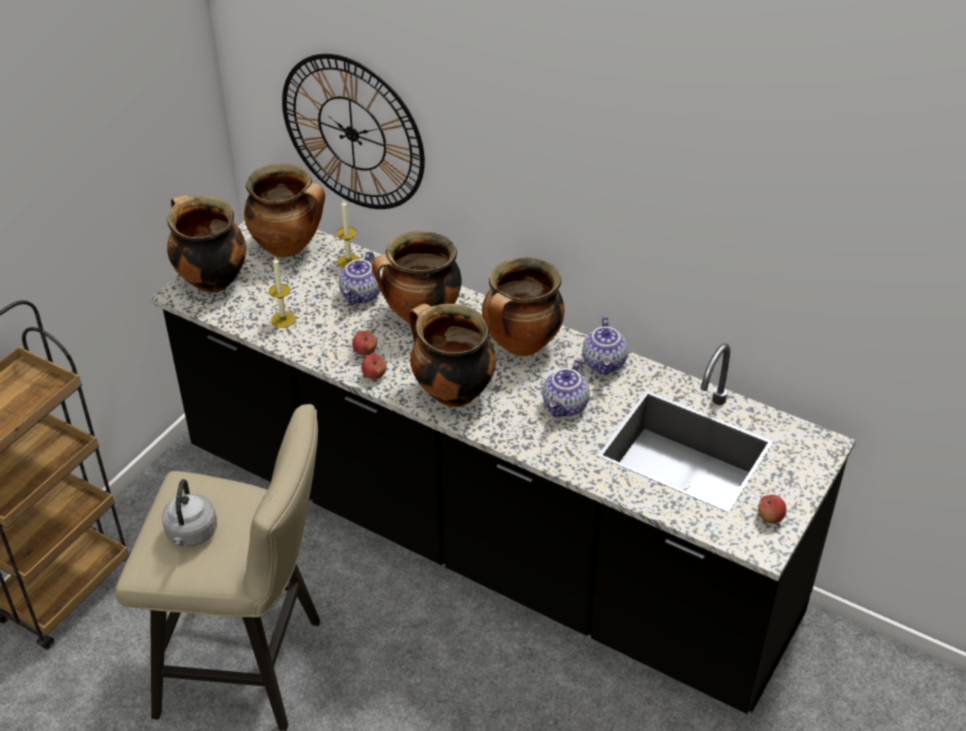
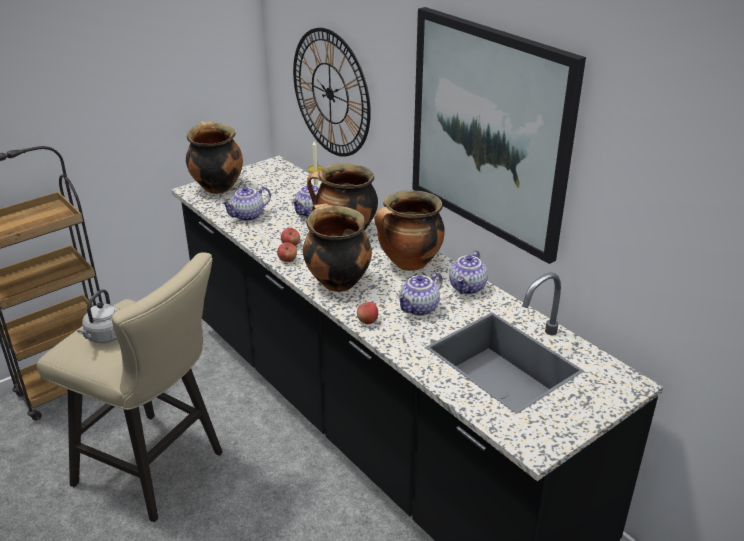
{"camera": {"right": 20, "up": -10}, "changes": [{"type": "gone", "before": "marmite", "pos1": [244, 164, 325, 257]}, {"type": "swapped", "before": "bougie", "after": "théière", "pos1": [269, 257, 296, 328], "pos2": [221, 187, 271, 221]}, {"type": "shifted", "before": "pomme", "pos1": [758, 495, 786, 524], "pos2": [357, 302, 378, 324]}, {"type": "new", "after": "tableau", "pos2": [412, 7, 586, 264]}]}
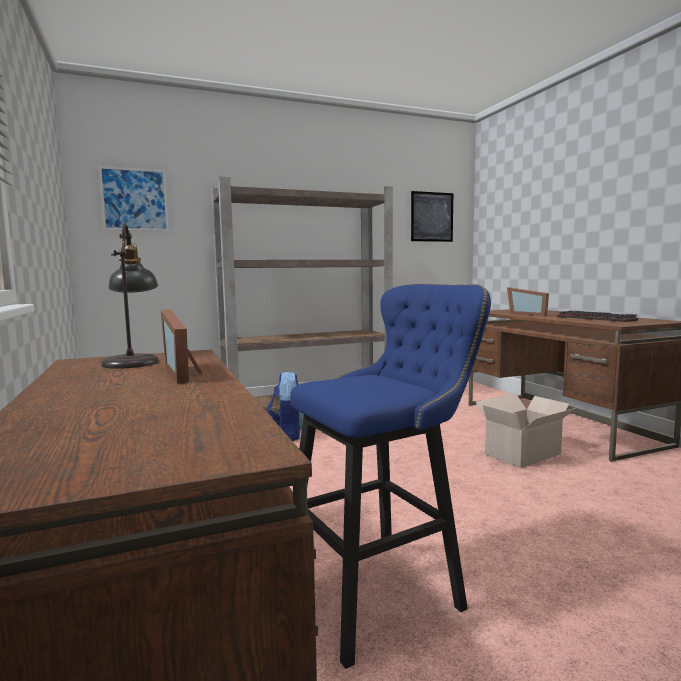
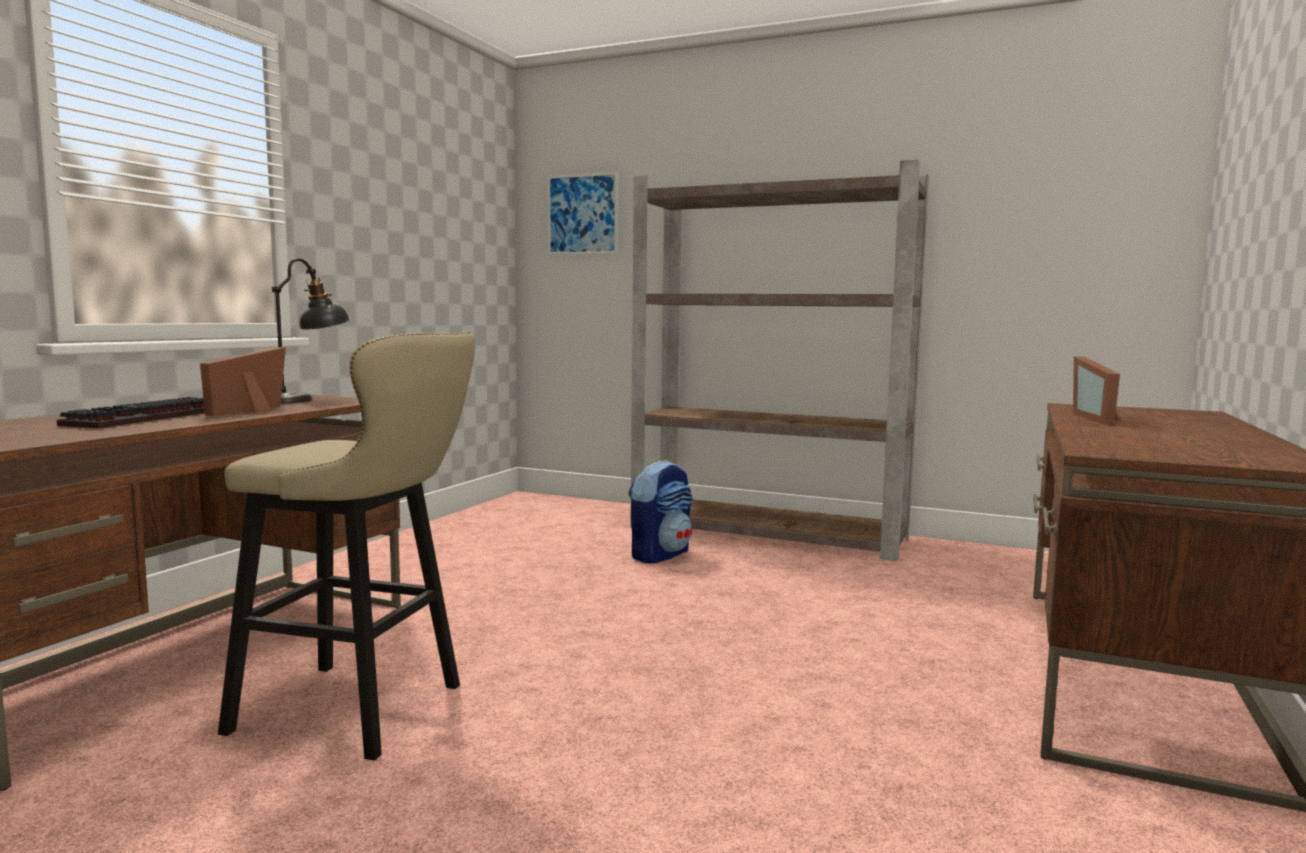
{"camera": {"right": 45, "up": 0}, "changes": [{"type": "repainted", "before": "tabouret [bleu]", "after": "tabouret [beige]", "pos1": [290, 284, 491, 669], "pos2": [218, 332, 475, 761]}, {"type": "gone", "before": "tableau", "pos1": [411, 191, 453, 242]}, {"type": "gone", "before": "carton", "pos1": [476, 393, 576, 468]}, {"type": "shifted", "before": "clavier", "pos1": [557, 311, 638, 322], "pos2": [57, 397, 205, 428]}]}
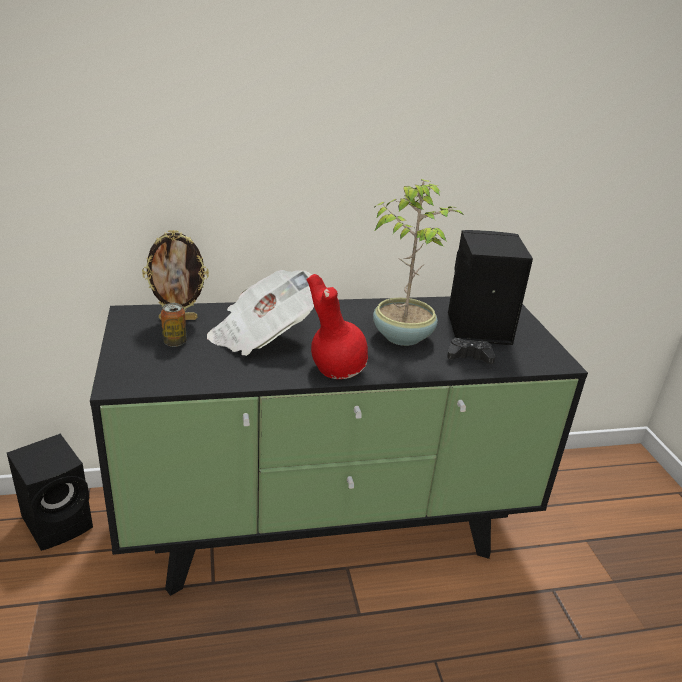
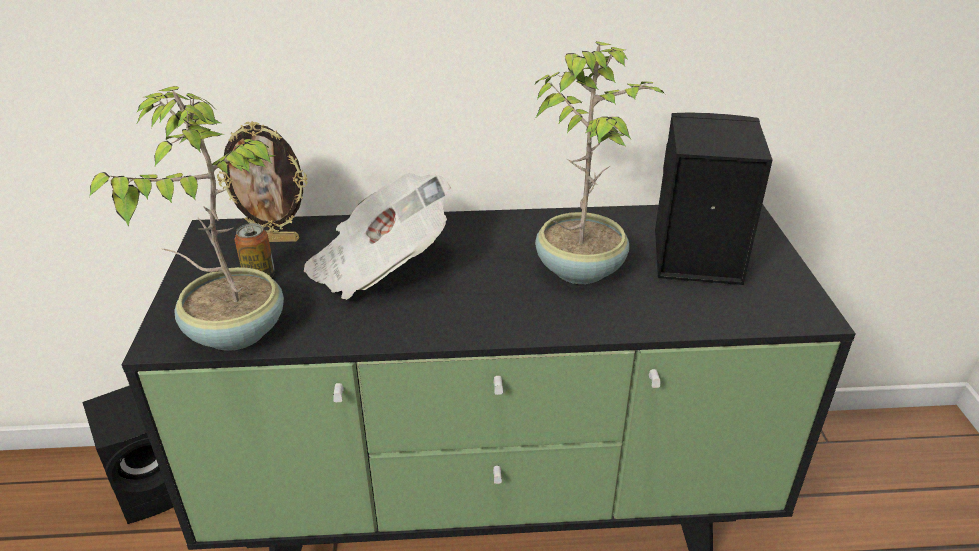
{"camera": {"right": 10, "up": 5}, "changes": [{"type": "gone", "before": "vase [rouge]", "pos1": [307, 274, 368, 379]}, {"type": "gone", "before": "manette [noir]", "pos1": [447, 338, 495, 364]}, {"type": "new", "after": "plante en pot", "pos2": [89, 86, 284, 351]}]}
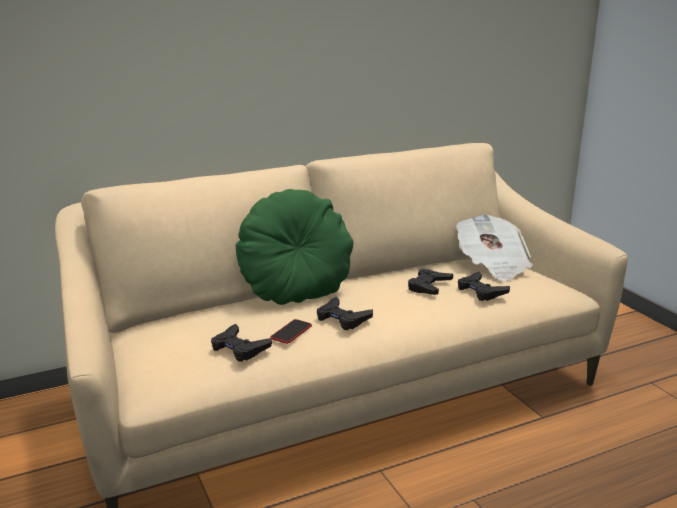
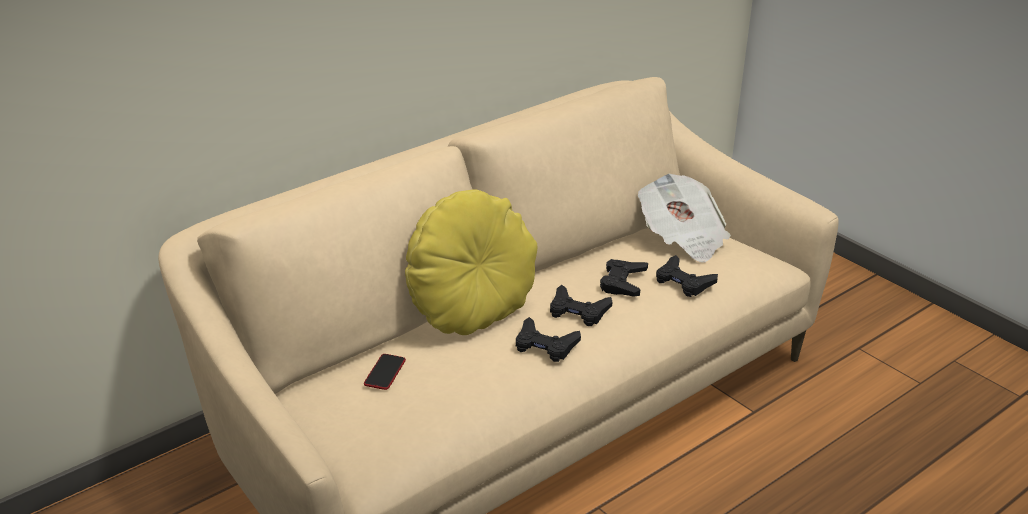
{"camera": {"right": -15, "up": 10}, "changes": [{"type": "shifted", "before": "manette [noir]", "pos1": [211, 324, 272, 362], "pos2": [550, 285, 612, 326]}, {"type": "repainted", "before": "coussin [vert]", "after": "coussin [jaune]", "pos1": [236, 189, 353, 305], "pos2": [405, 189, 537, 335]}, {"type": "shifted", "before": "téléphone", "pos1": [270, 319, 312, 344], "pos2": [364, 354, 406, 390]}]}
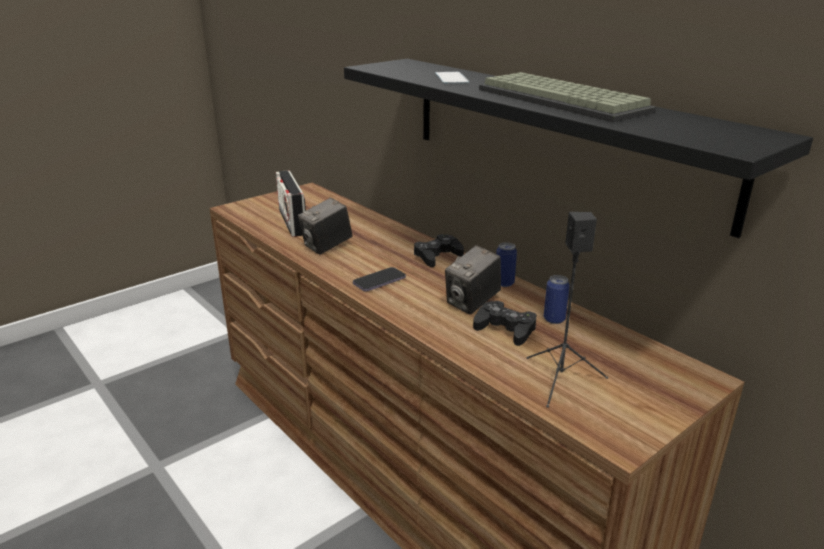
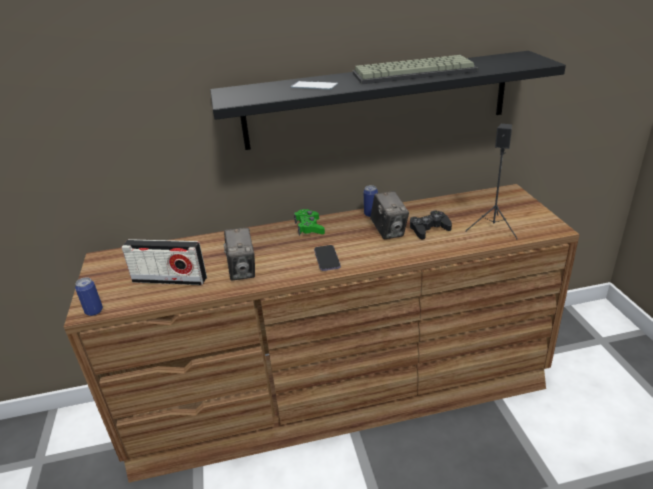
{"camera": {"right": -60, "up": 5}, "changes": [{"type": "repainted", "before": "manette [noir]", "after": "manette [vert]", "pos1": [414, 234, 464, 267], "pos2": [294, 209, 325, 236]}, {"type": "shifted", "before": "boîte métallique", "pos1": [544, 275, 570, 324], "pos2": [75, 277, 103, 316]}]}
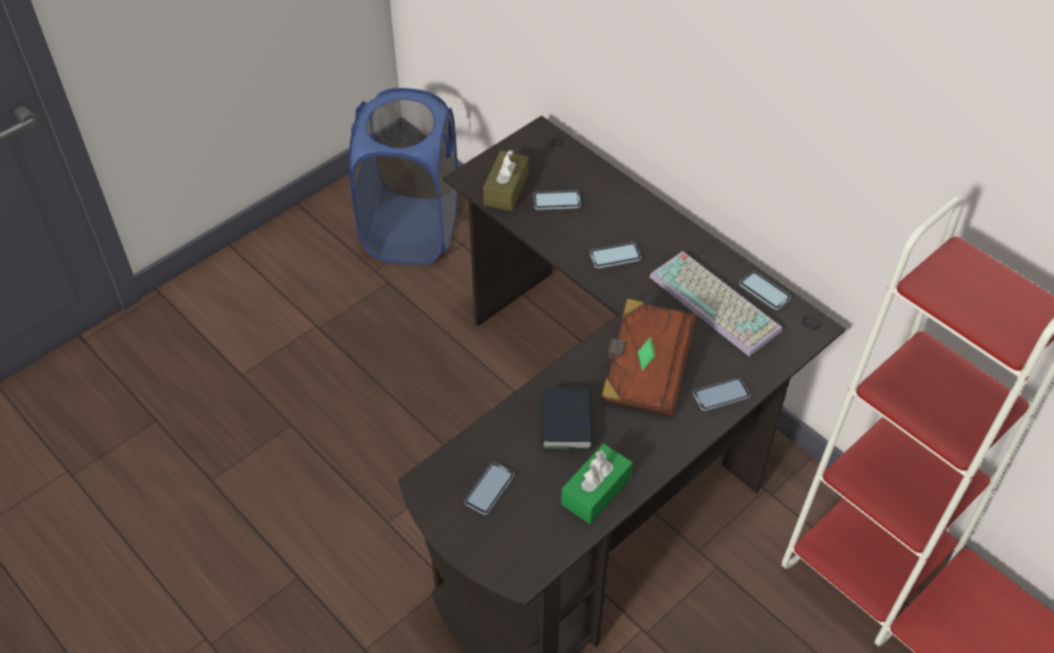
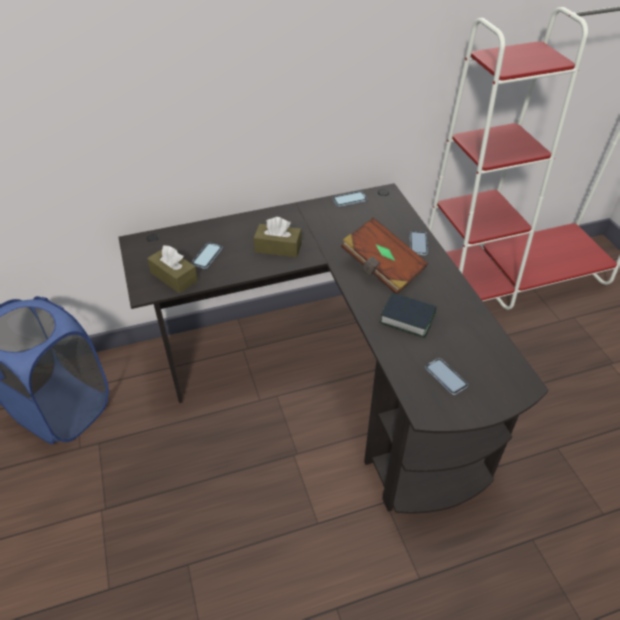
{"camera": {"right": -65, "up": -5}, "changes": [{"type": "gone", "before": "boîte à mouchoirs [vert]", "pos1": [561, 444, 633, 524]}, {"type": "swapped", "before": "téléphone", "after": "boîte à mouchoirs [marron]", "pos1": [590, 242, 641, 268], "pos2": [254, 217, 302, 258]}, {"type": "gone", "before": "clavier", "pos1": [650, 251, 782, 356]}]}
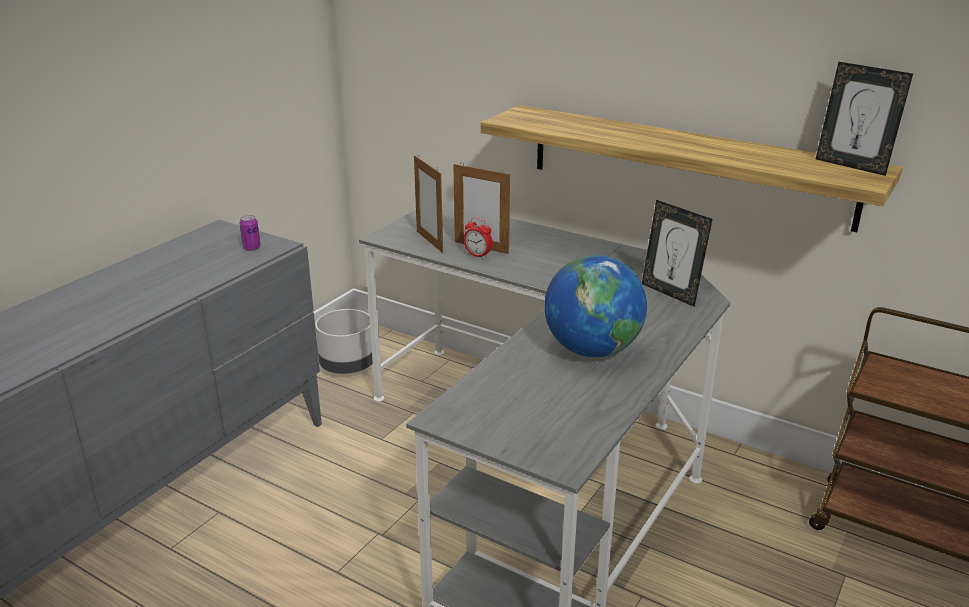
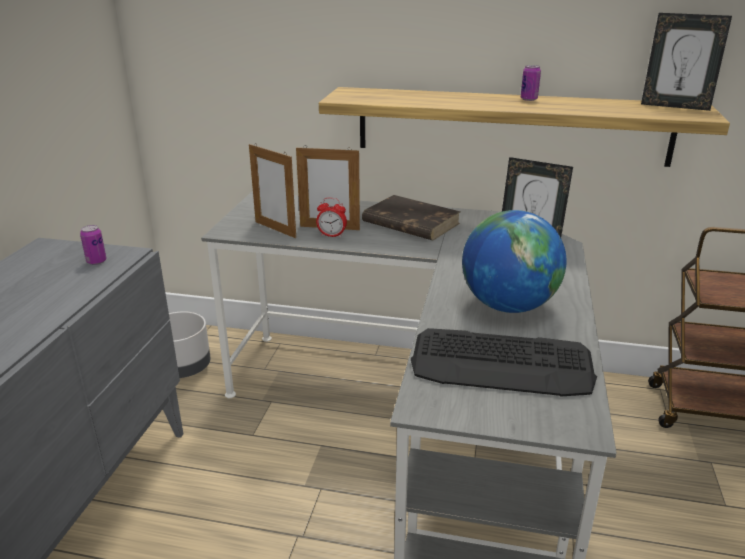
{"camera": {"right": -20, "up": 0}, "changes": [{"type": "new", "after": "livre [marron]", "pos2": [362, 195, 461, 241]}, {"type": "new", "after": "clavier", "pos2": [411, 328, 597, 396]}, {"type": "new", "after": "boîte métallique", "pos2": [521, 65, 541, 101]}]}
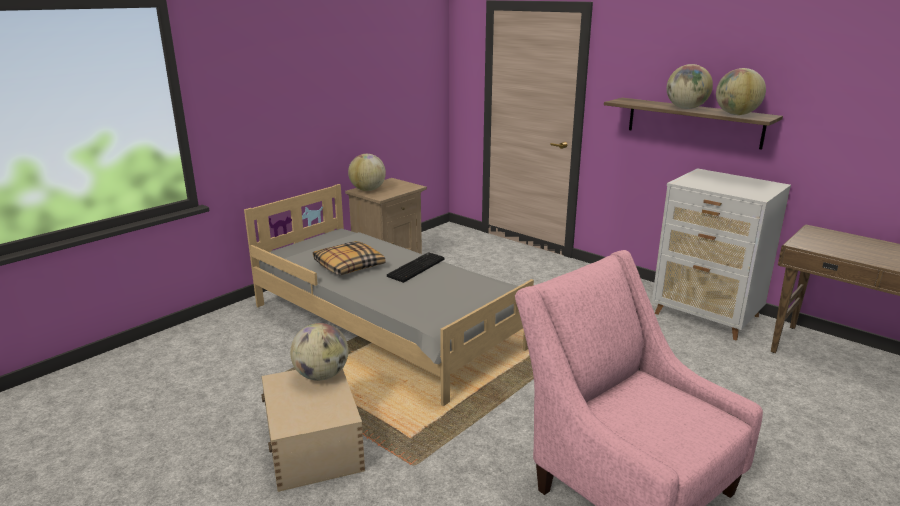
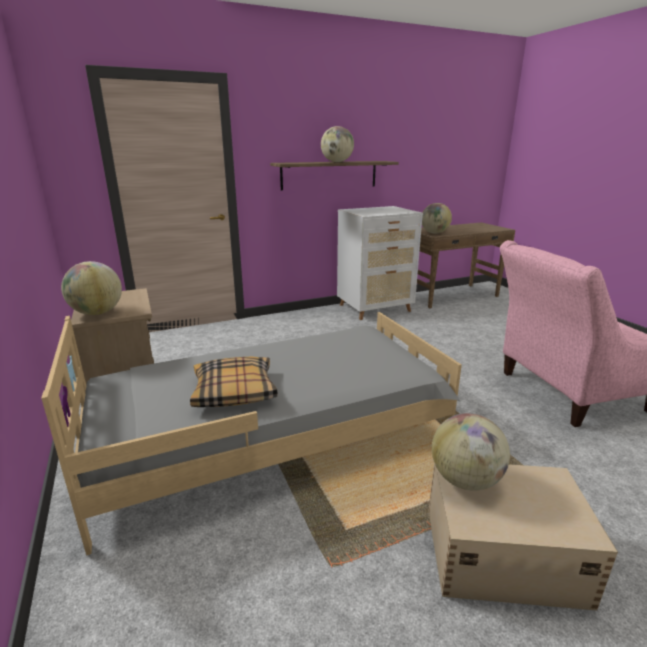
{"camera": {"right": -65, "up": 0}, "changes": [{"type": "gone", "before": "clavier", "pos1": [387, 252, 444, 283]}, {"type": "shifted", "before": "globe", "pos1": [716, 68, 766, 115], "pos2": [422, 203, 452, 234]}]}
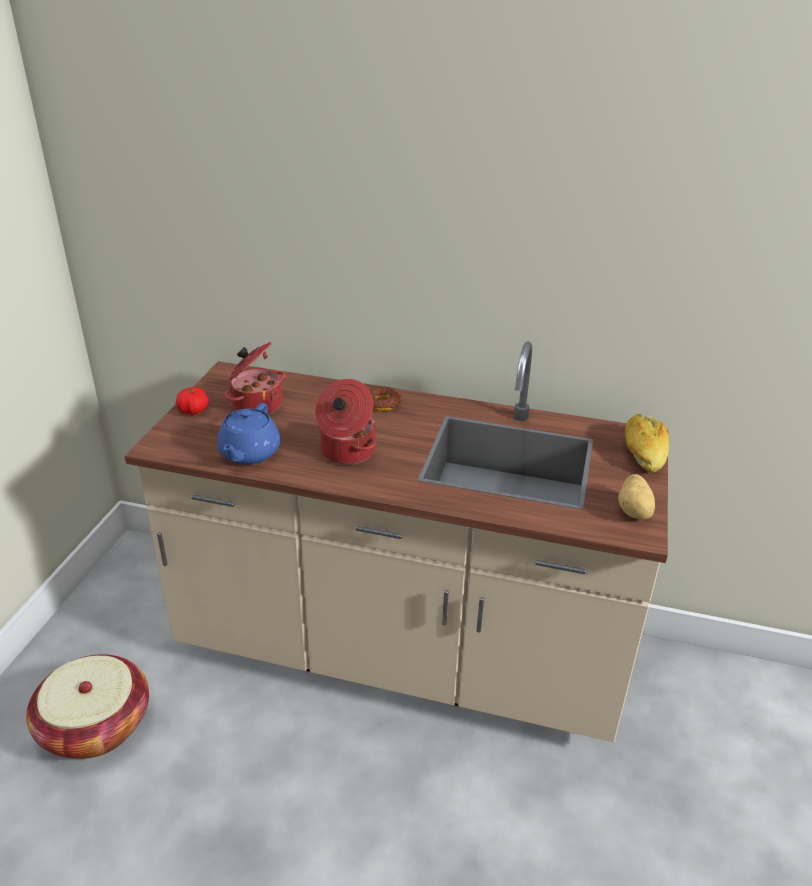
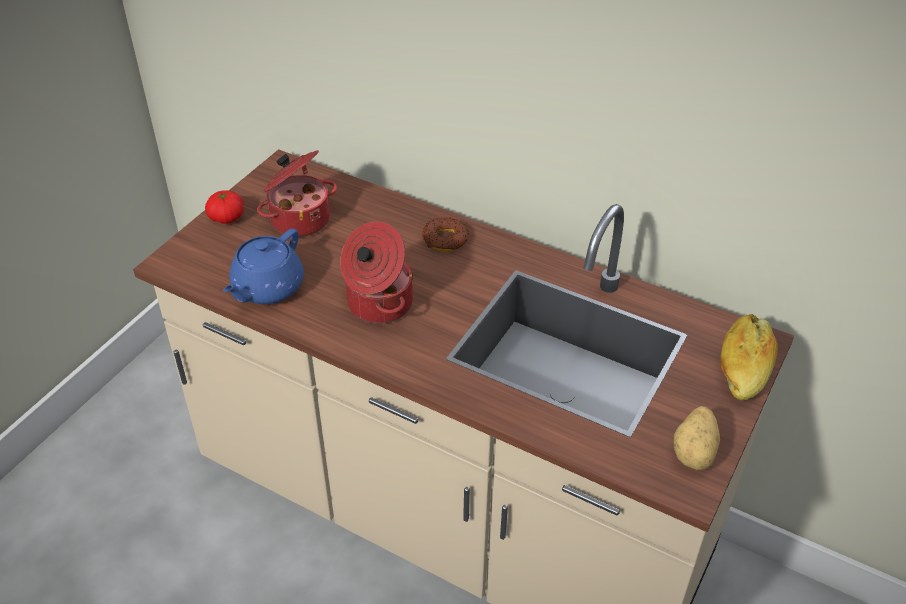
{"camera": {"right": 15, "up": 10}, "changes": [{"type": "gone", "before": "panier", "pos1": [26, 654, 149, 759]}]}
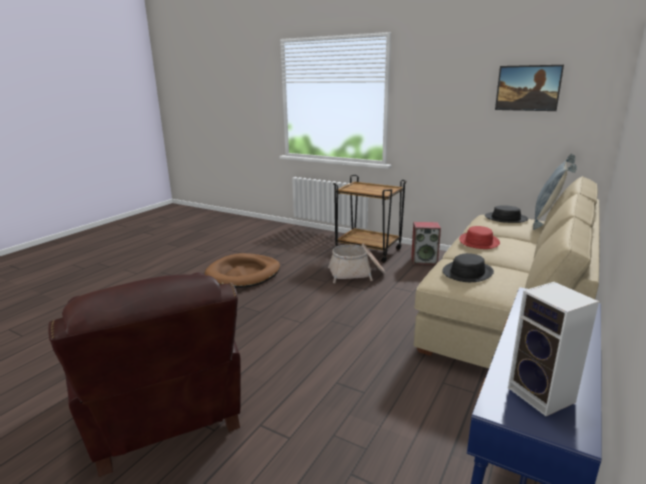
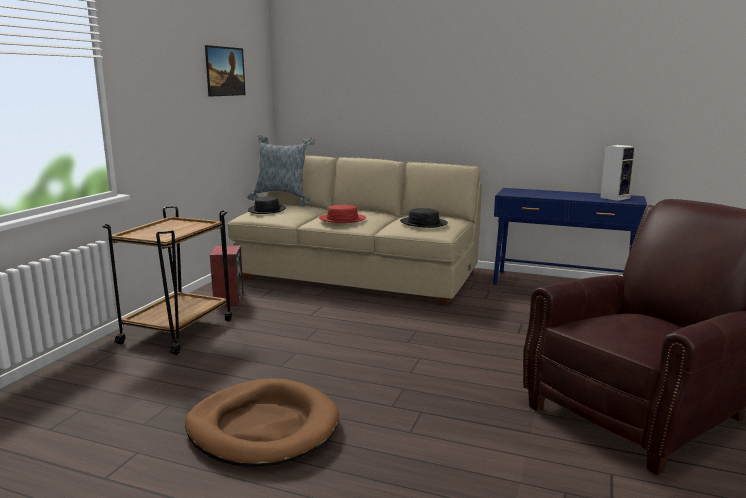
{"camera": {"right": -100, "up": -5}, "changes": [{"type": "gone", "before": "panier", "pos1": [328, 244, 385, 283]}]}
